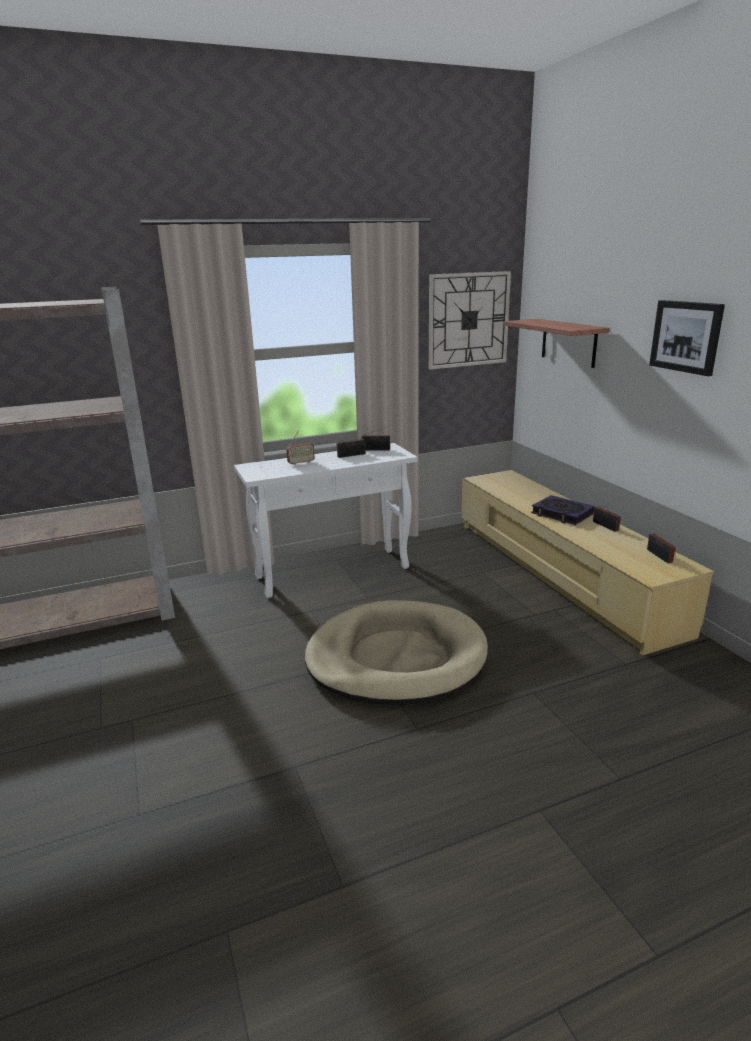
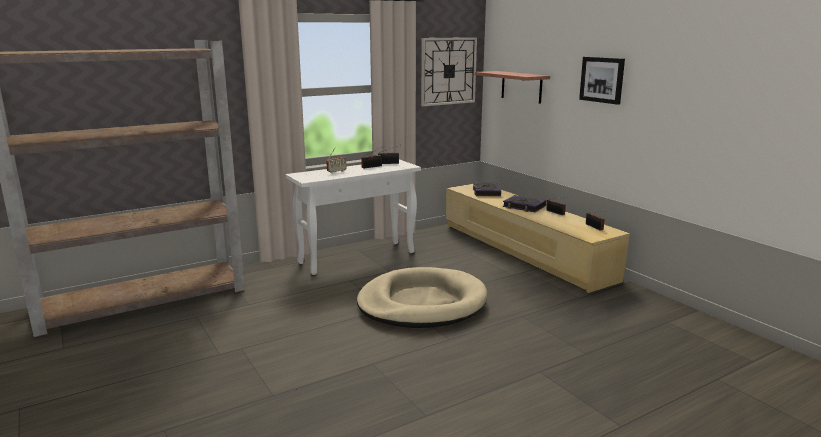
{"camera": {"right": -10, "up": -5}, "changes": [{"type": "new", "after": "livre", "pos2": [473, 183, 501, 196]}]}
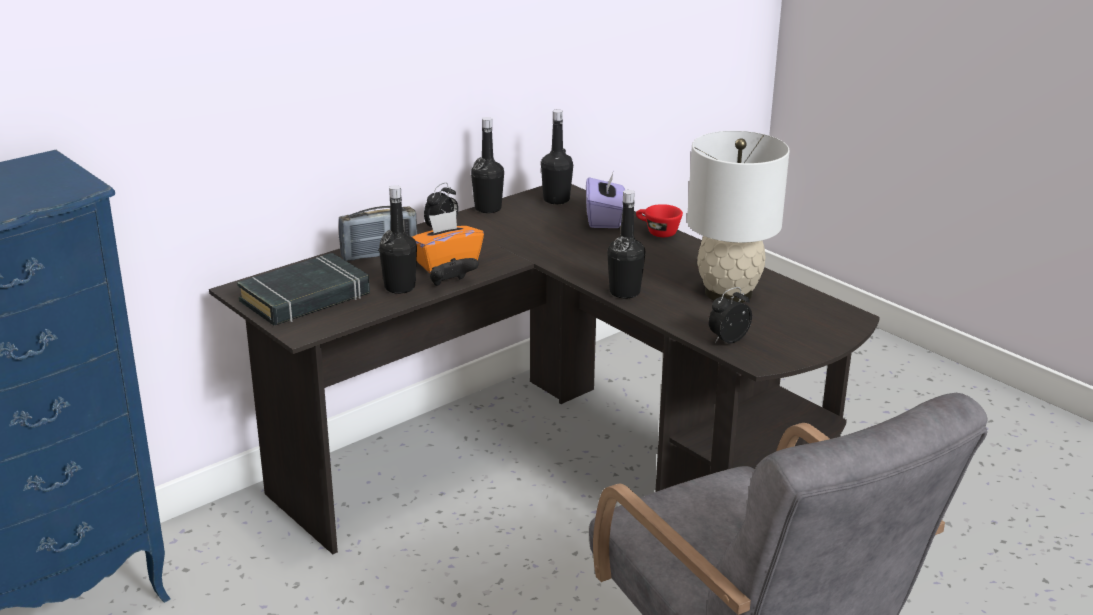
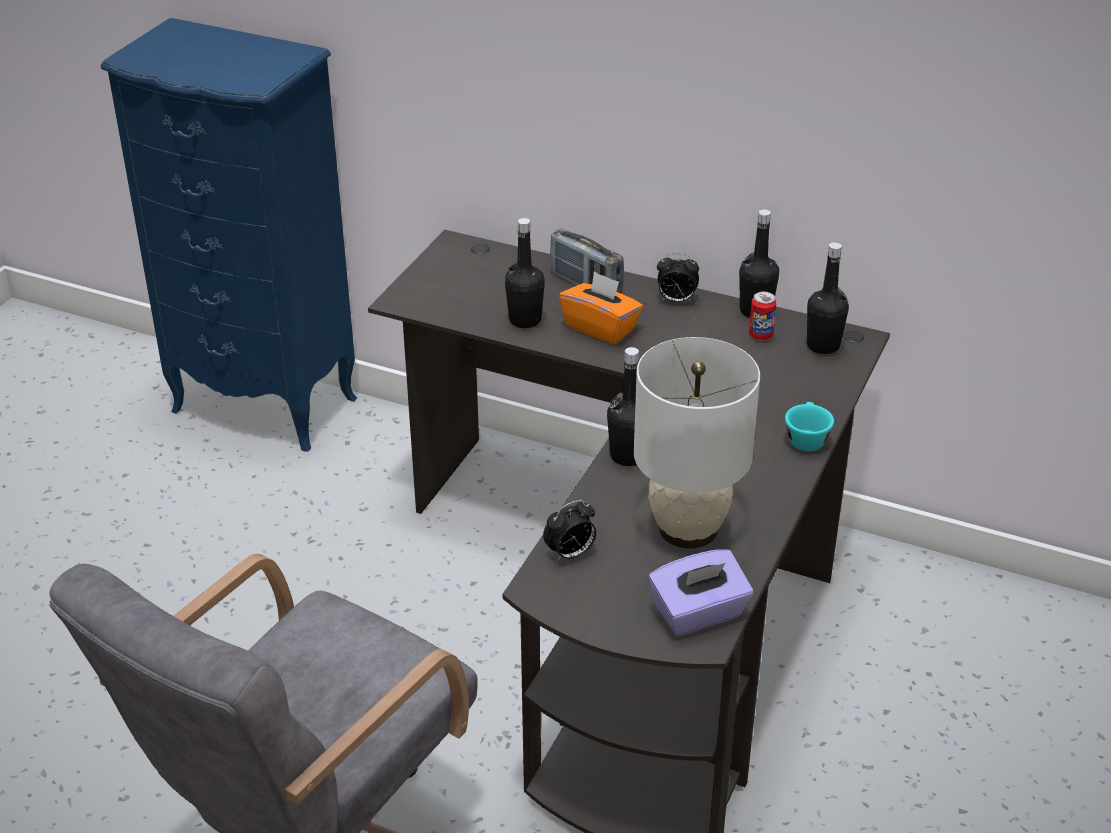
{"camera": {"right": 65, "up": 10}, "changes": [{"type": "gone", "before": "livre [noir]", "pos1": [237, 253, 370, 326]}, {"type": "gone", "before": "manette [noir]", "pos1": [430, 258, 479, 286]}, {"type": "shifted", "before": "boîte à mouchoirs [violet]", "pos1": [586, 173, 625, 228], "pos2": [648, 549, 753, 636]}, {"type": "repainted", "before": "tasse [rouge]", "after": "tasse [turquoise]", "pos1": [636, 204, 683, 237], "pos2": [785, 402, 834, 451]}, {"type": "rotated", "before": "réveil", "pos1": [709, 287, 752, 344], "pos2": [543, 500, 596, 562], "turn": 120}, {"type": "new", "after": "boîte métallique", "pos2": [749, 292, 777, 341]}]}
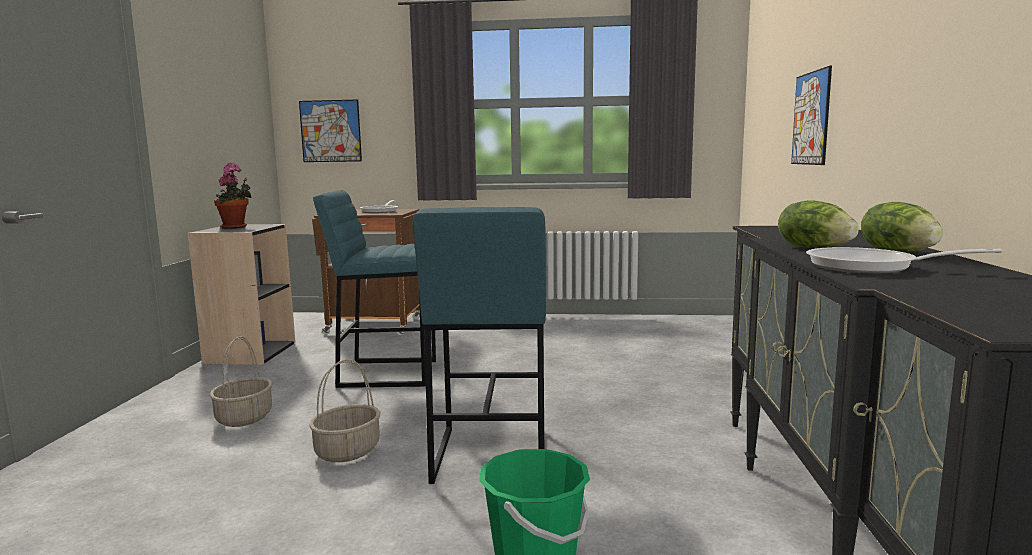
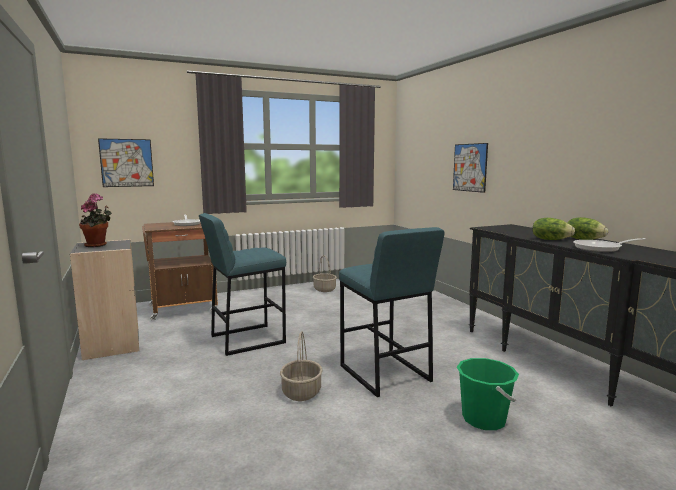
{"camera": {"right": -30, "up": 0}, "changes": [{"type": "shifted", "before": "panier", "pos1": [210, 336, 272, 427], "pos2": [313, 255, 337, 292]}]}
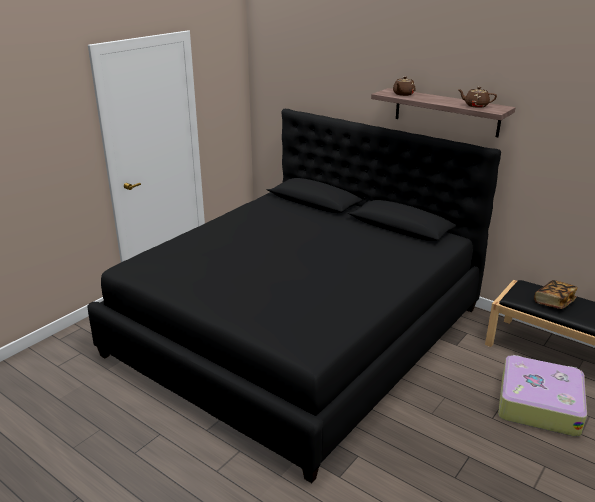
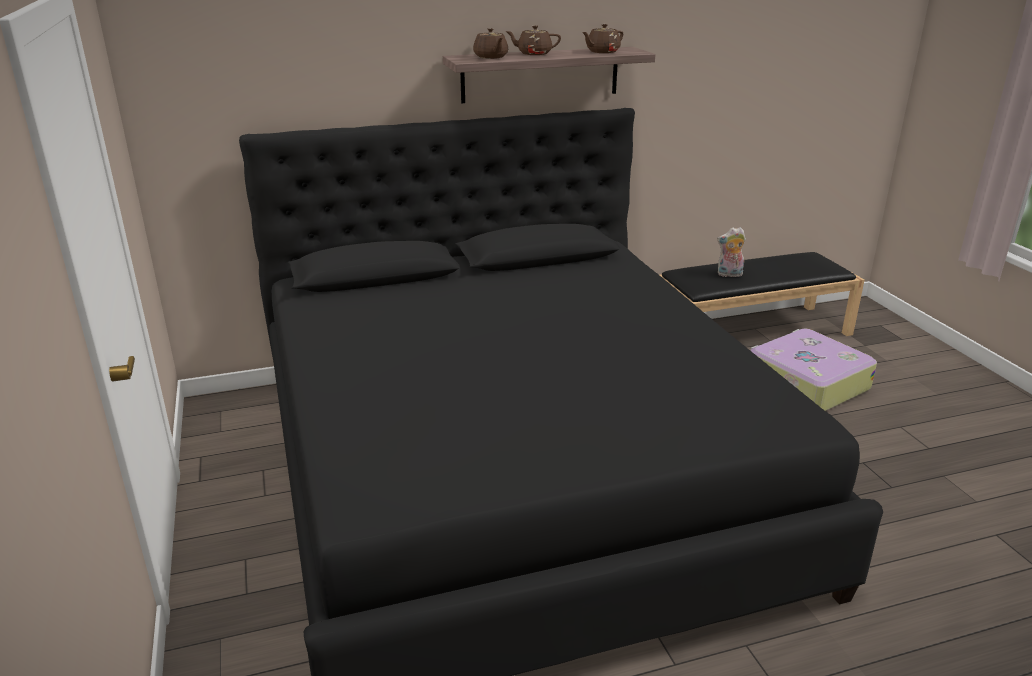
{"camera": {"right": -55, "up": 0}, "changes": [{"type": "swapped", "before": "livre", "after": "peluche", "pos1": [534, 280, 578, 309], "pos2": [717, 227, 746, 277]}, {"type": "new", "after": "théière [marron]", "pos2": [506, 25, 561, 55]}]}
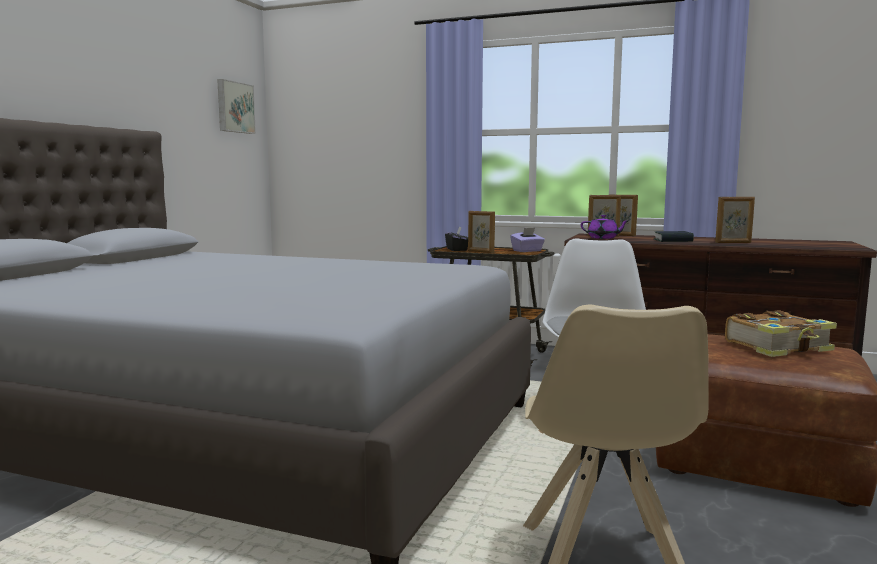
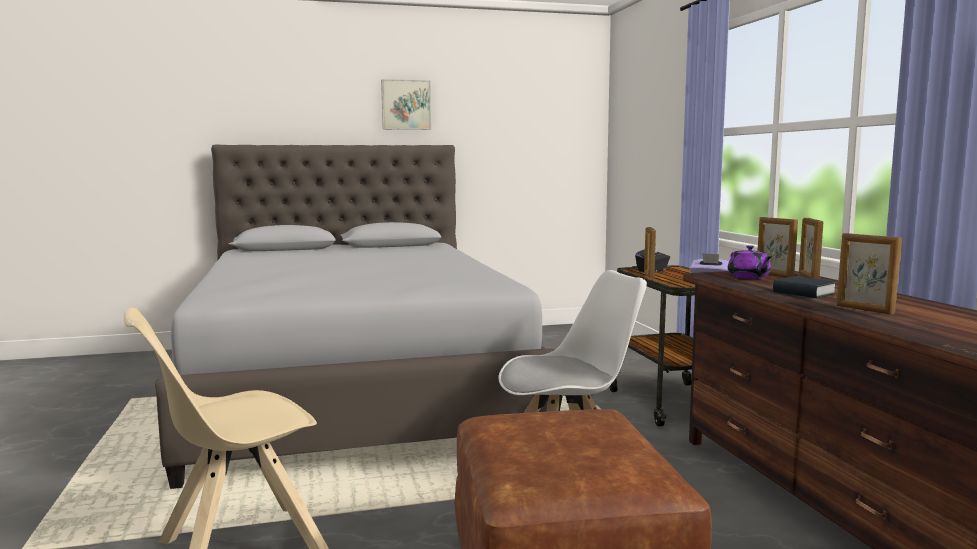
{"camera": {"right": 55, "up": 0}, "changes": [{"type": "shifted", "before": "tableau", "pos1": [217, 79, 256, 134], "pos2": [381, 79, 431, 130]}, {"type": "gone", "before": "livre", "pos1": [725, 310, 837, 357]}]}
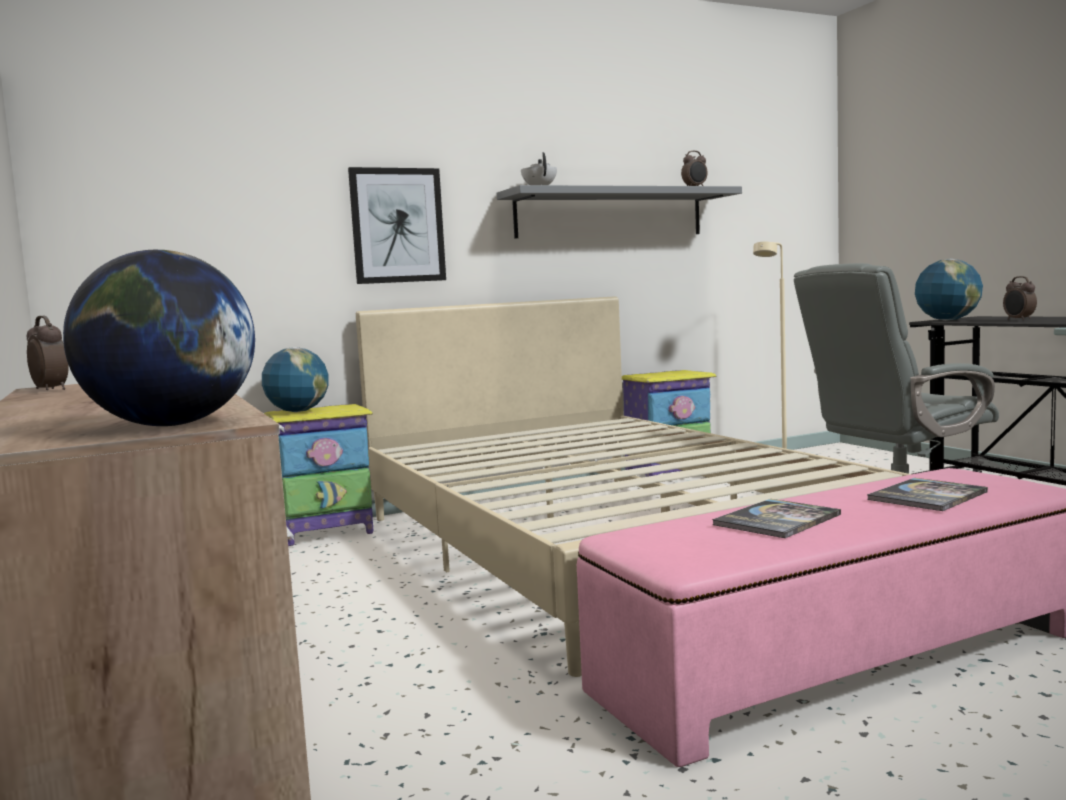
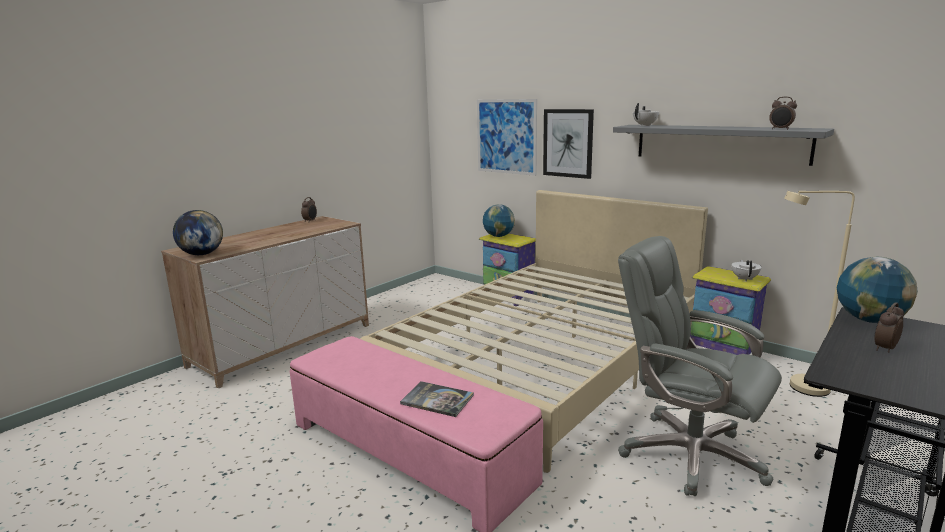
{"camera": {"right": 65, "up": 10}, "changes": [{"type": "gone", "before": "livre", "pos1": [712, 499, 841, 538]}, {"type": "new", "after": "tableau", "pos2": [477, 99, 537, 176]}, {"type": "new", "after": "théière [blanc]", "pos2": [732, 260, 761, 281]}]}
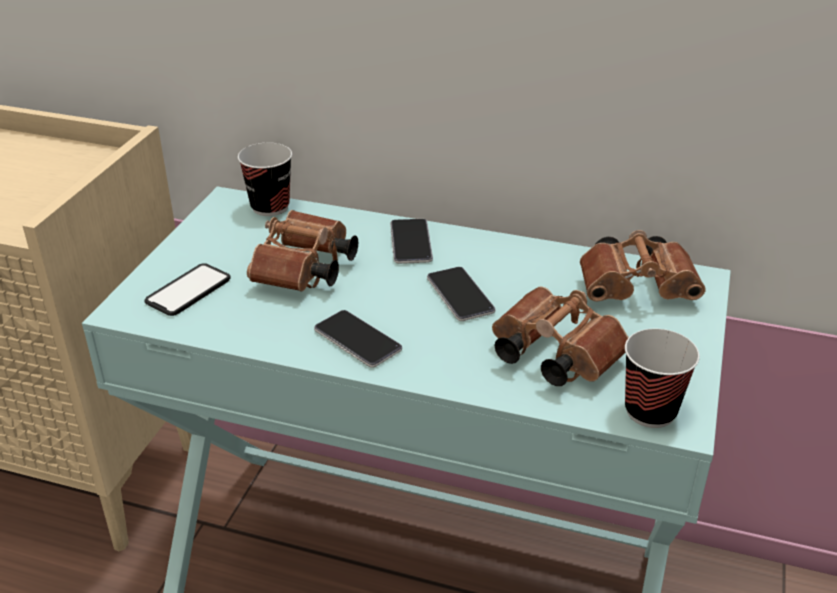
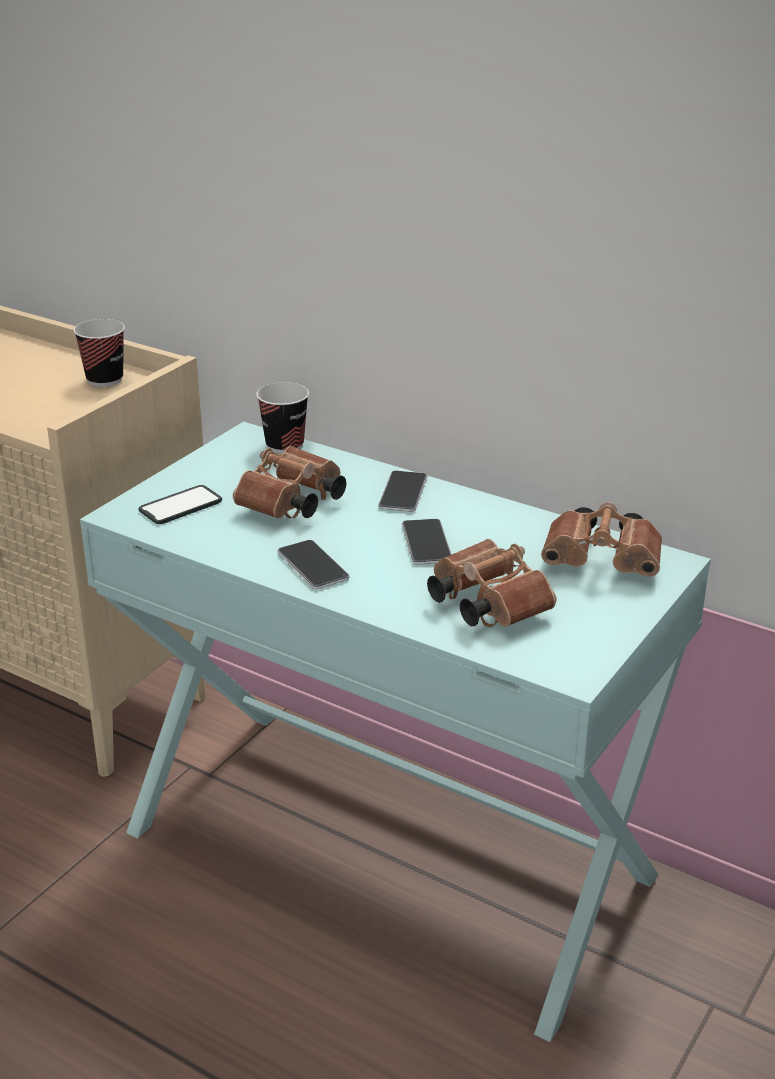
{"camera": {"right": 15, "up": -5}, "changes": [{"type": "shifted", "before": "tasse", "pos1": [625, 329, 700, 428], "pos2": [74, 319, 125, 387]}]}
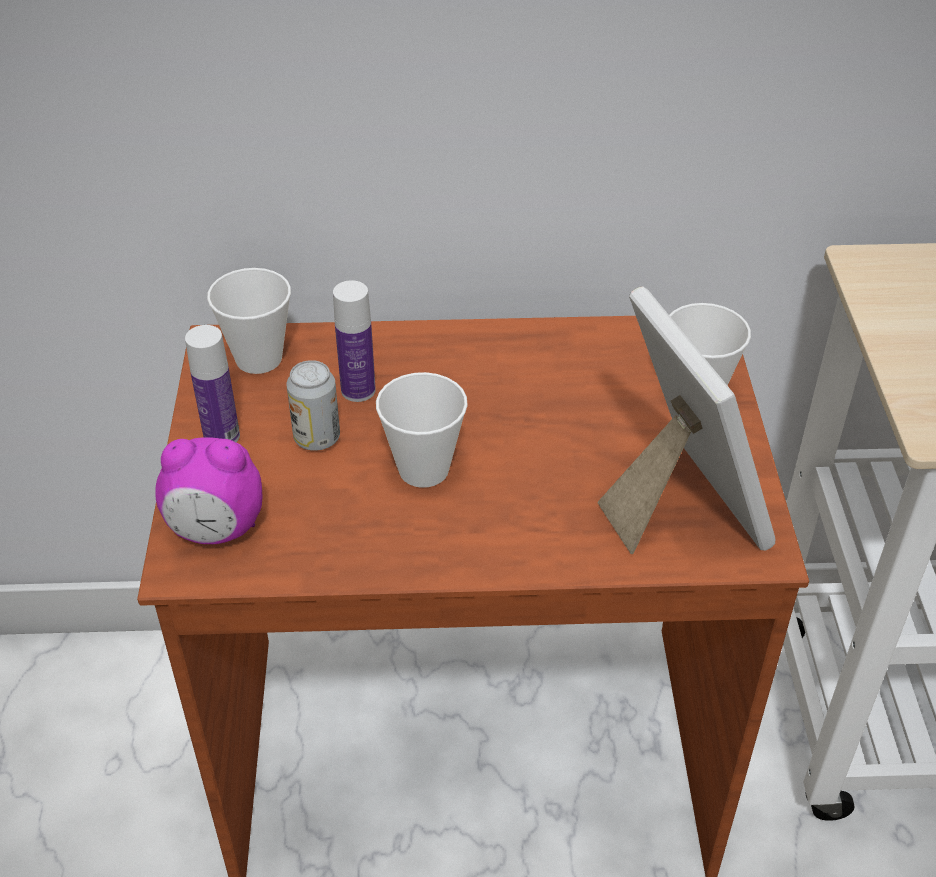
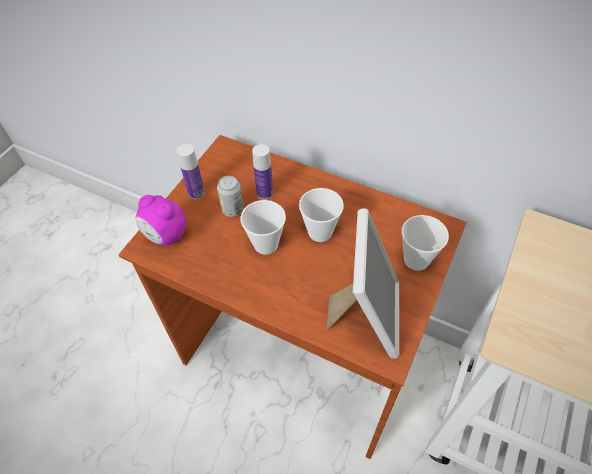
{"camera": {"right": 30, "up": 10}, "changes": [{"type": "shifted", "before": "tasse", "pos1": [207, 268, 291, 374], "pos2": [299, 188, 344, 242]}]}
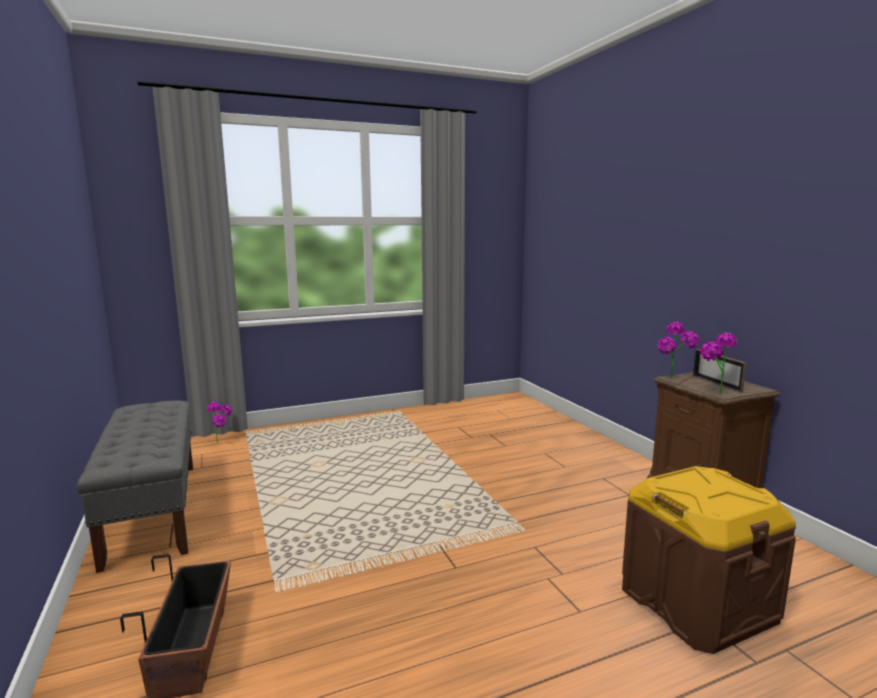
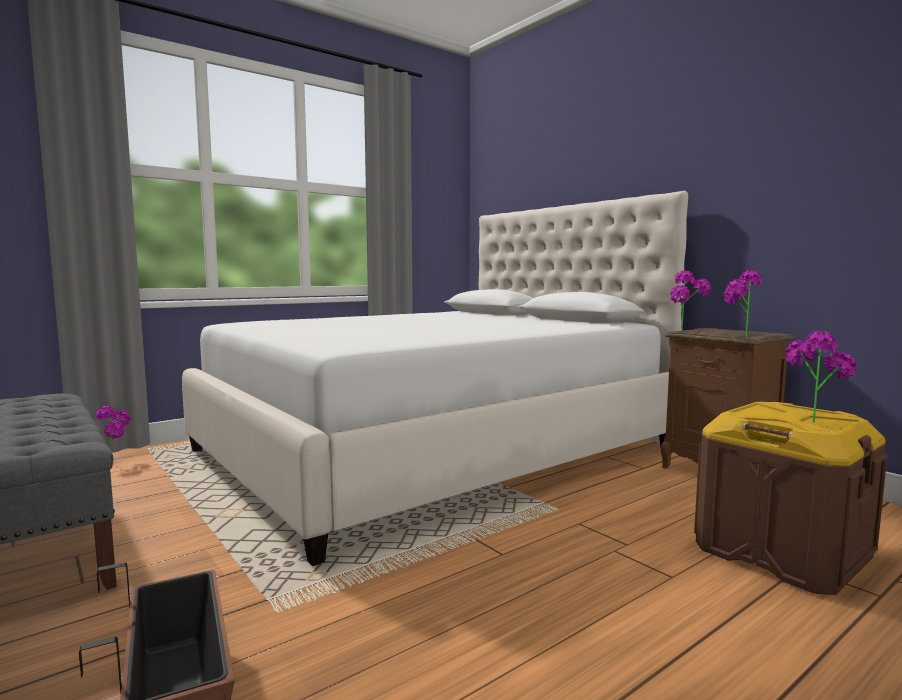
{"camera": {"right": -15, "up": -5}, "changes": [{"type": "gone", "before": "cadre photo", "pos1": [693, 349, 746, 393]}, {"type": "new", "after": "lit [blanc]", "pos2": [182, 191, 688, 566]}, {"type": "new", "after": "plante en pot", "pos2": [785, 331, 857, 423]}]}
